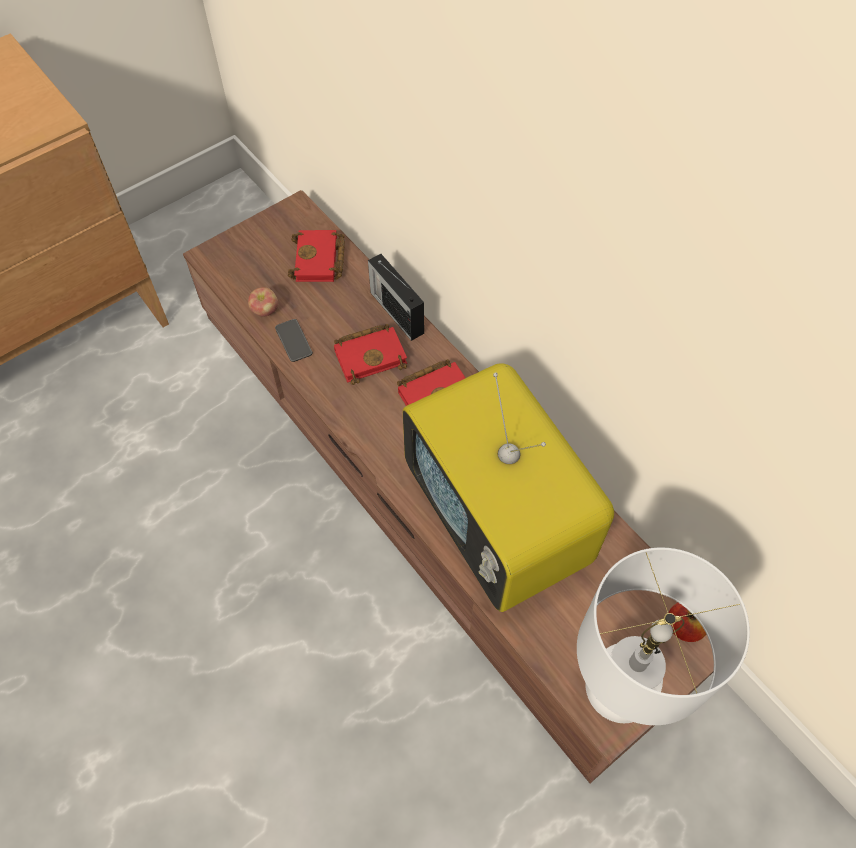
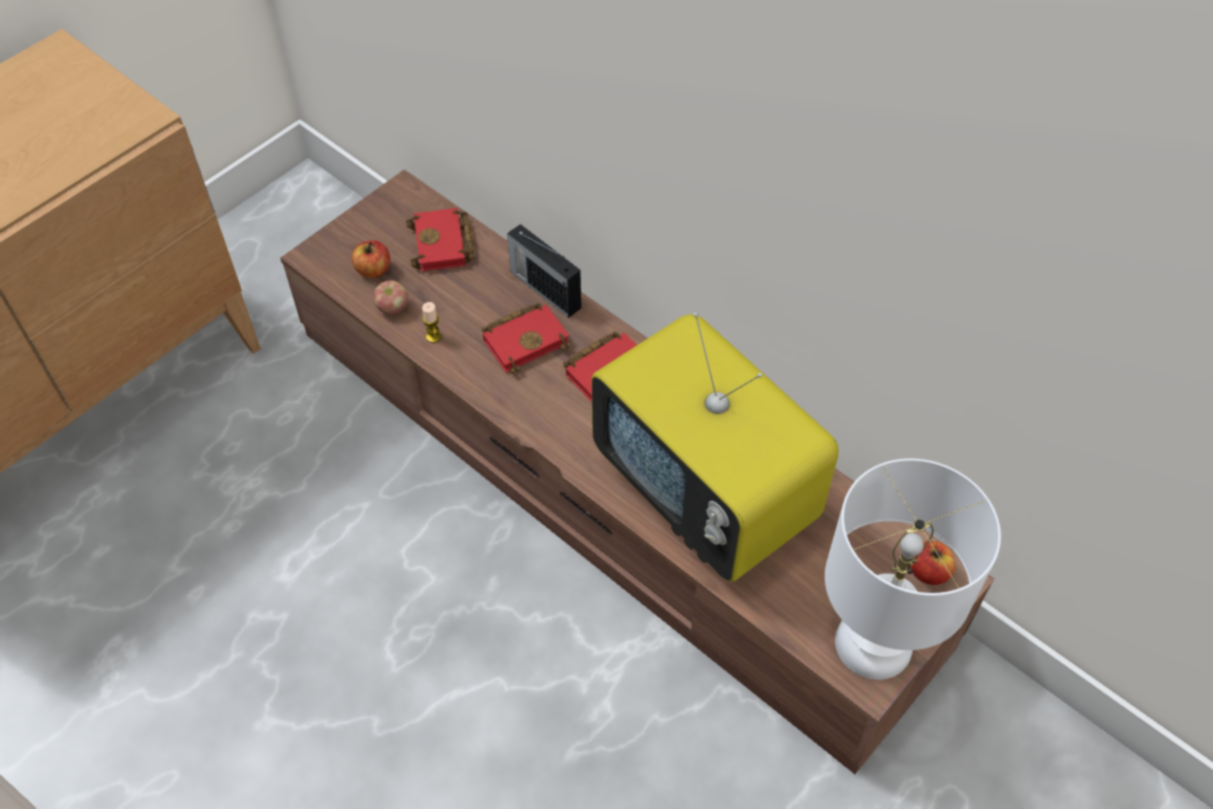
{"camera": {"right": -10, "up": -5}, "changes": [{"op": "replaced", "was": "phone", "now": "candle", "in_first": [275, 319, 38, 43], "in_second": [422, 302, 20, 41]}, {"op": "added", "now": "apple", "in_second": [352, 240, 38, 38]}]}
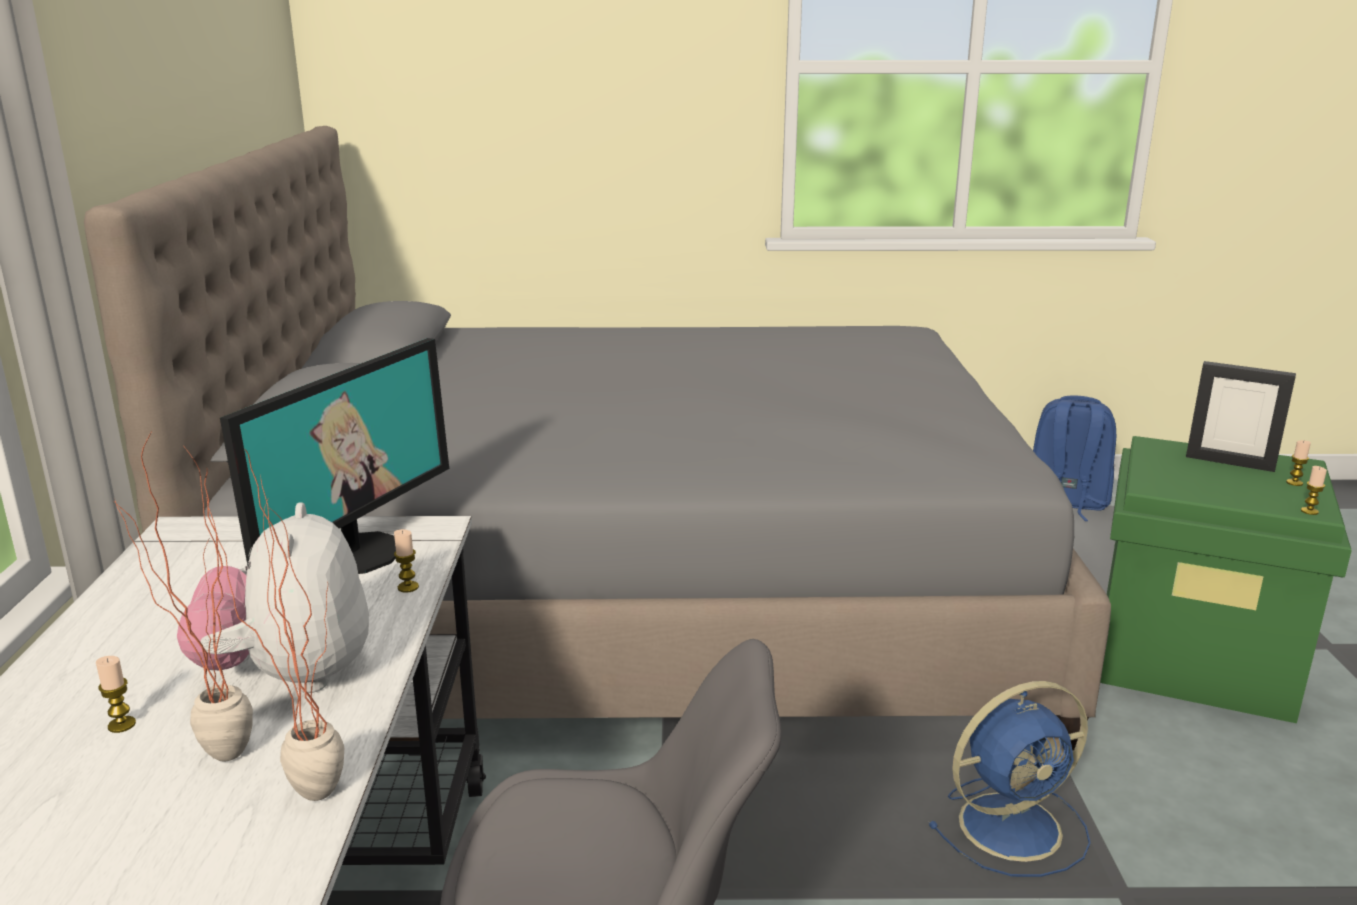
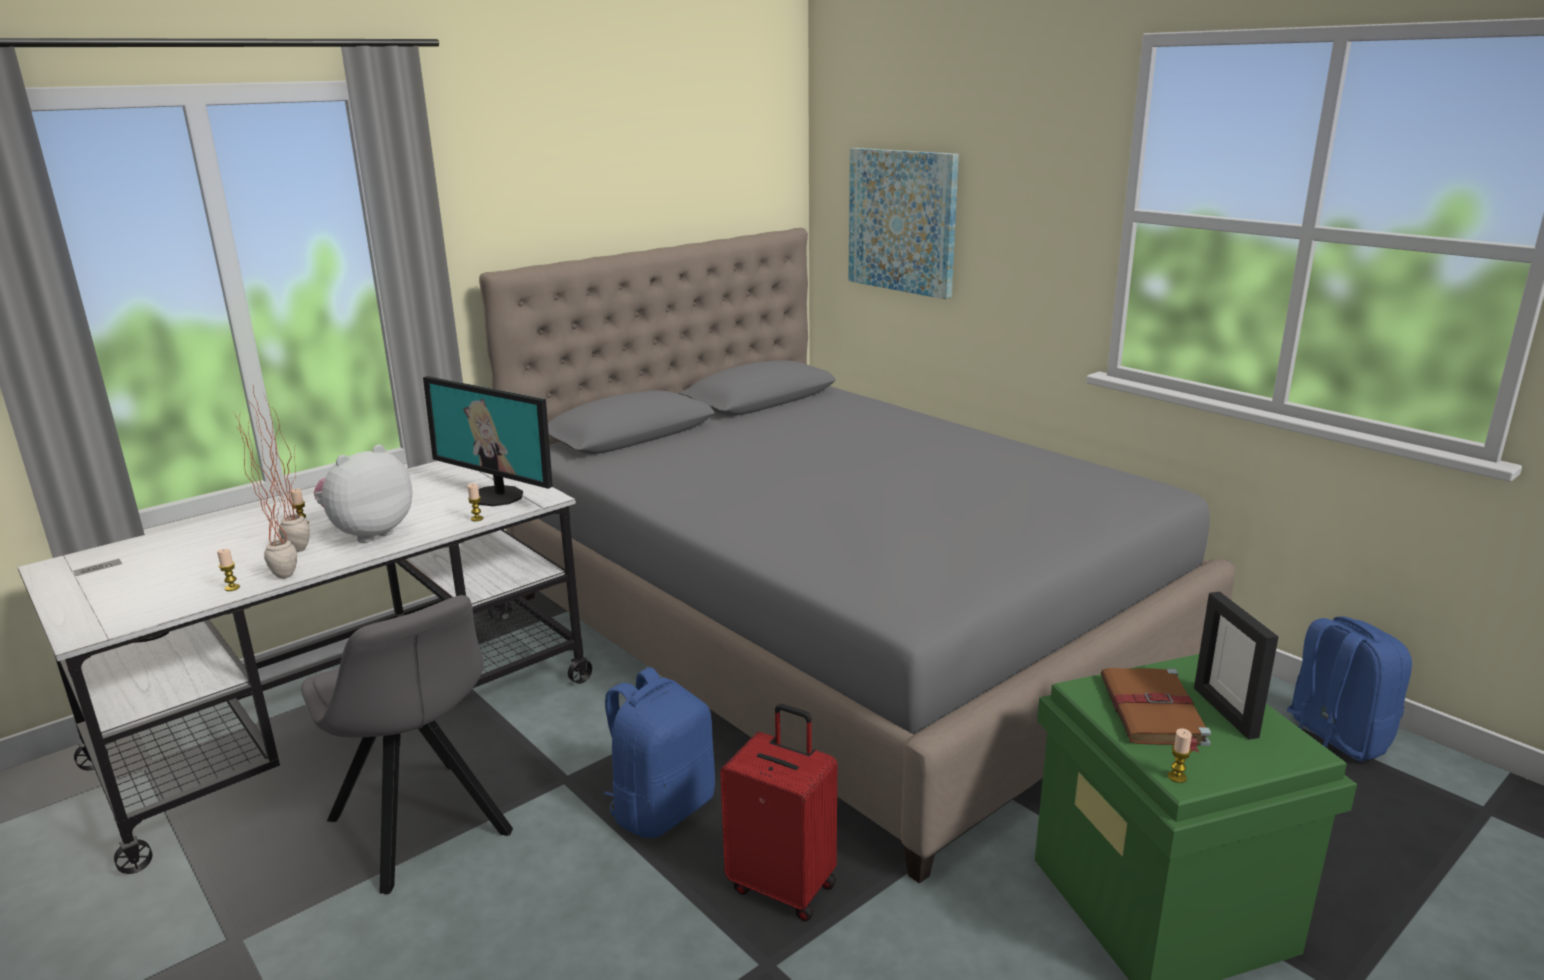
{"camera": {"right": 50, "up": 0}, "changes": [{"op": "turned", "was": "monitor", "in_first": [220, 338, 229, 236], "in_second": [423, 376, 130, 130], "clockwise": 45}, {"op": "moved", "was": "candle", "in_first": [1286, 440, 25, 46], "in_second": [217, 549, 23, 42]}, {"op": "replaced", "was": "blue fan", "now": "red suitcase", "in_first": [928, 681, 163, 196], "in_second": [720, 704, 117, 217]}, {"op": "added", "now": "picture", "in_second": [848, 148, 111, 152]}, {"op": "added", "now": "blue backpack", "in_second": [604, 667, 111, 171]}, {"op": "added", "now": "brown book", "in_second": [1101, 668, 110, 84]}]}
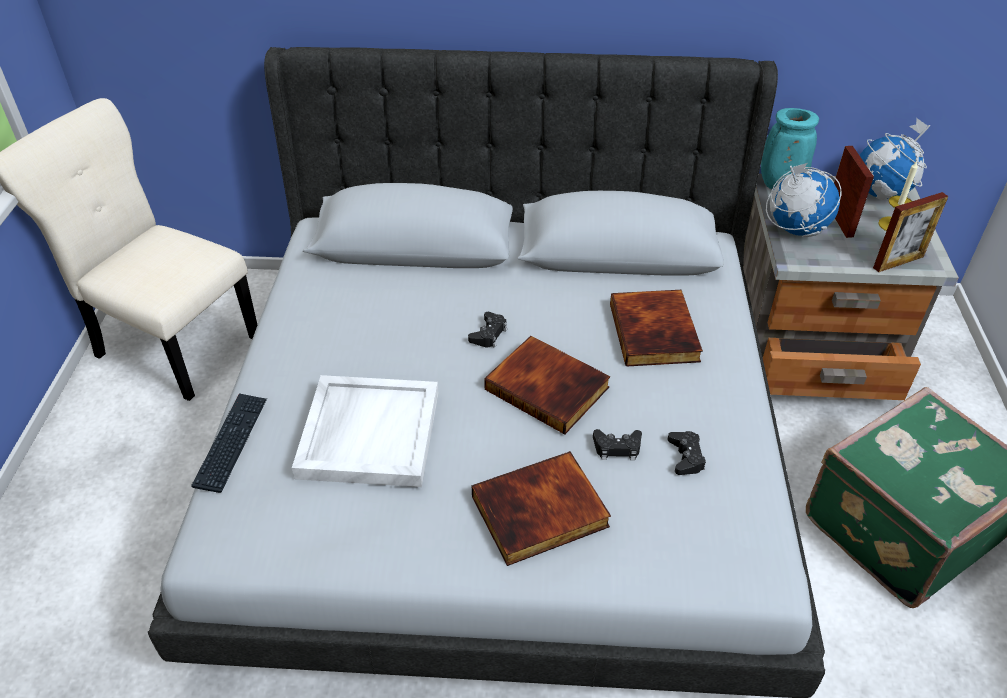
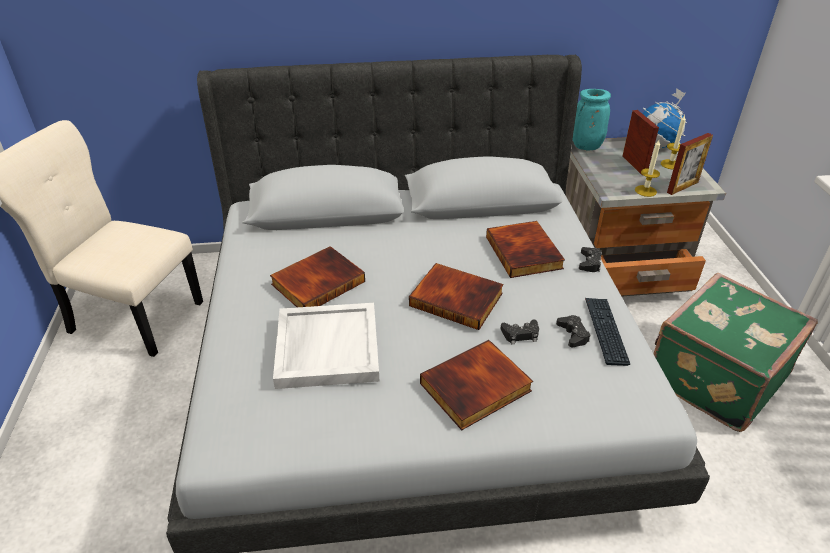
{"camera": {"right": -10, "up": -5}, "changes": [{"op": "removed", "was": "globe", "in_first": [766, 163, 76, 74]}, {"op": "moved", "was": "black game controller", "in_first": [468, 312, 39, 36], "in_second": [579, 247, 23, 25]}, {"op": "moved", "was": "keyboard", "in_first": [191, 393, 76, 100], "in_second": [585, 298, 45, 68]}, {"op": "added", "now": "candle", "in_second": [635, 140, 25, 57]}, {"op": "added", "now": "book", "in_second": [270, 246, 95, 61]}]}
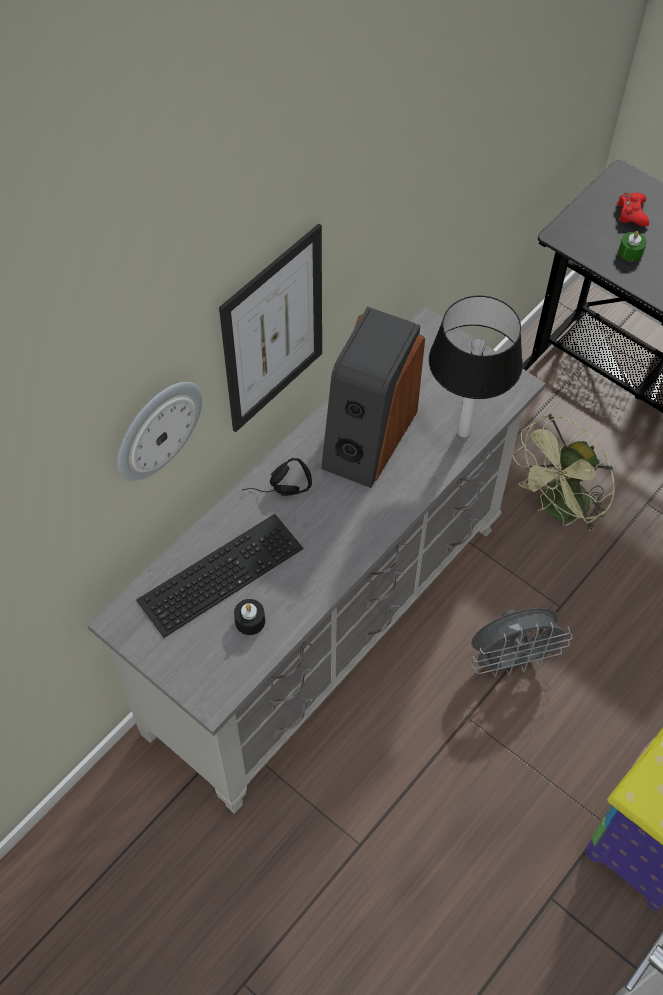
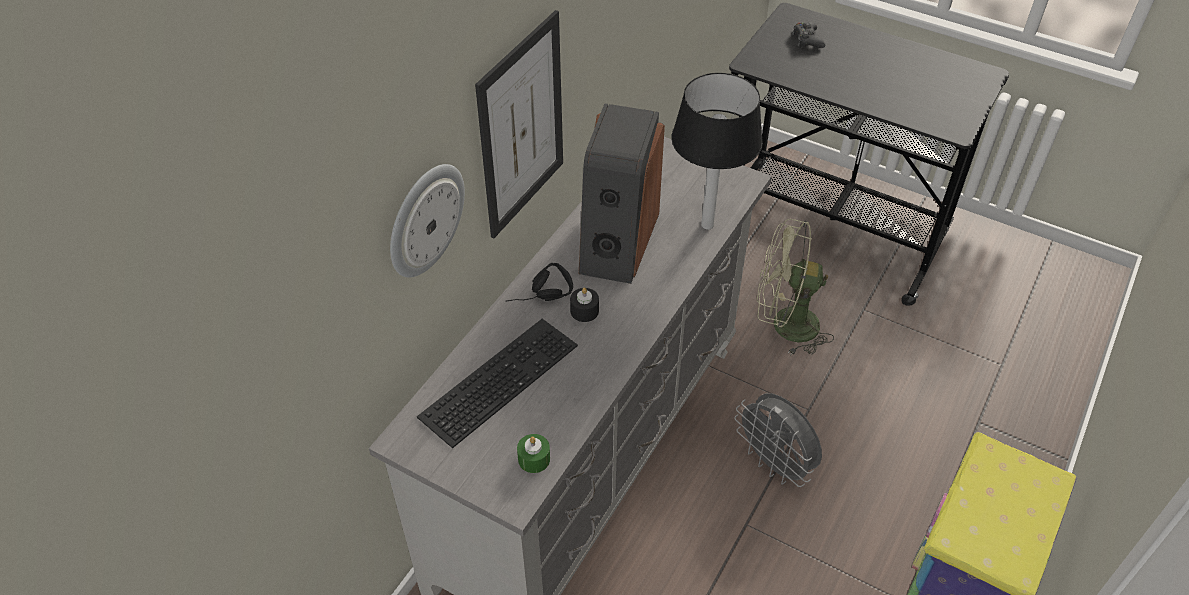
{"camera": {"right": -10, "up": -10}, "changes": [{"op": "recoloured", "was": "red game controller", "now": "black game controller", "in_first": [617, 193, 32, 33], "in_second": [792, 22, 33, 26]}, {"op": "moved", "was": "green candle", "in_first": [619, 231, 28, 30], "in_second": [517, 434, 33, 39]}, {"op": "turned", "was": "green fan", "in_first": [512, 414, 103, 118], "in_second": [757, 219, 77, 136], "clockwise": 60}, {"op": "moved", "was": "black candle", "in_first": [234, 599, 31, 36], "in_second": [570, 287, 29, 35]}, {"op": "turned", "was": "grey fan", "in_first": [471, 608, 102, 69], "in_second": [734, 393, 88, 94], "clockwise": 75}]}
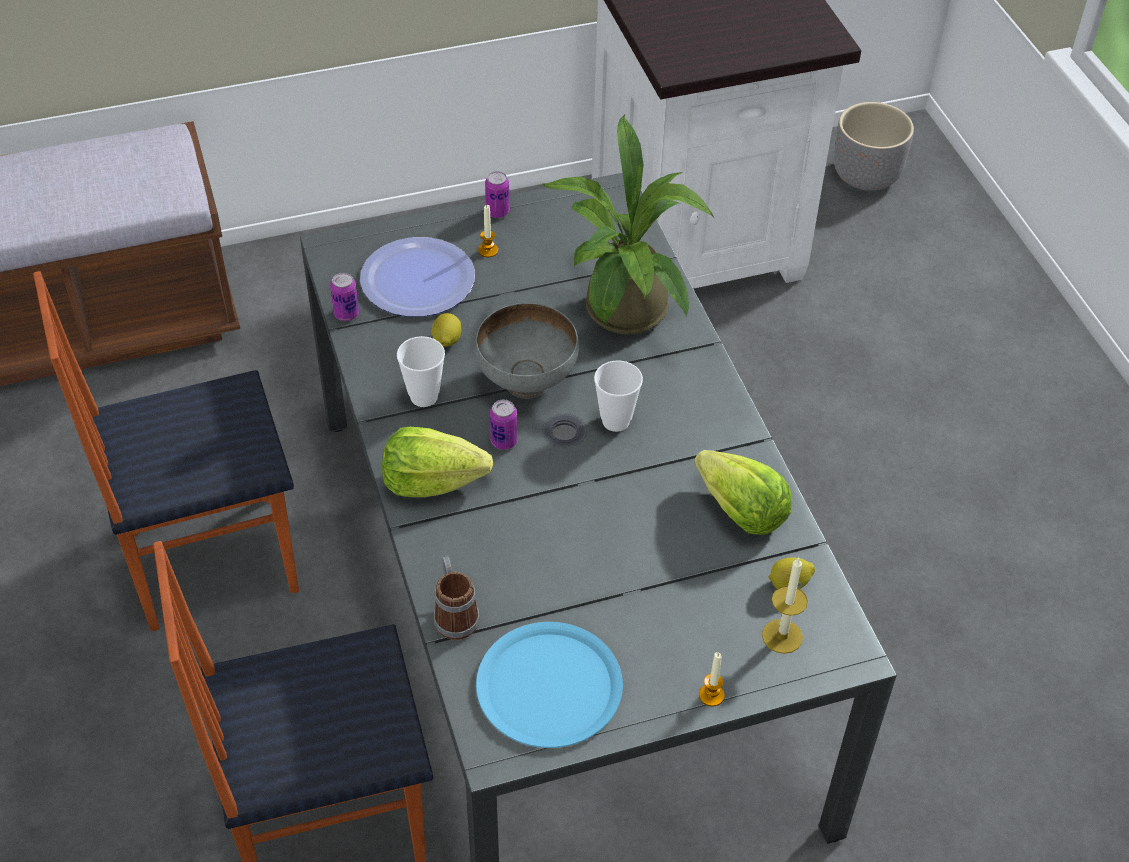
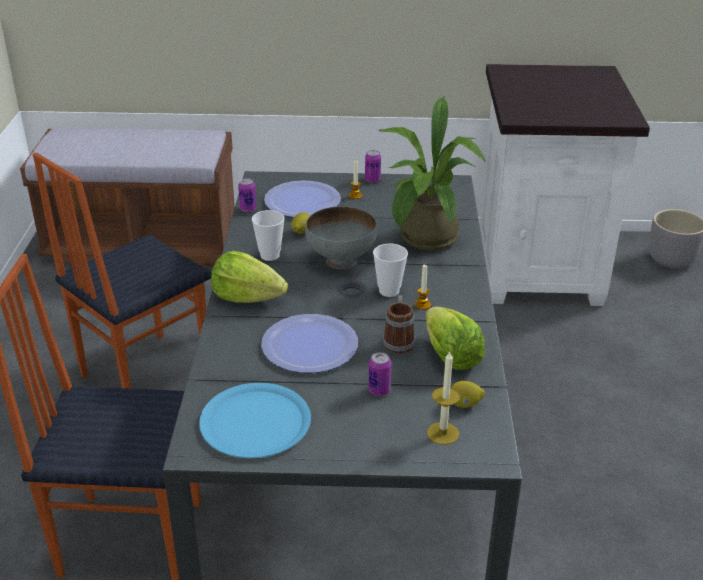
{"camera": {"right": 20, "up": -15}, "changes": [{"op": "turned", "was": "chair", "in_first": [33, 271, 266, 361], "in_second": [33, 152, 179, 236], "clockwise": -45}, {"op": "moved", "was": "can", "in_first": [490, 400, 27, 50], "in_second": [368, 352, 23, 44]}, {"op": "moved", "was": "mug", "in_first": [434, 556, 46, 84], "in_second": [383, 295, 32, 59]}, {"op": "moved", "was": "candle", "in_first": [699, 652, 26, 55], "in_second": [415, 264, 16, 46]}, {"op": "added", "now": "plate", "in_second": [261, 314, 97, 59]}]}
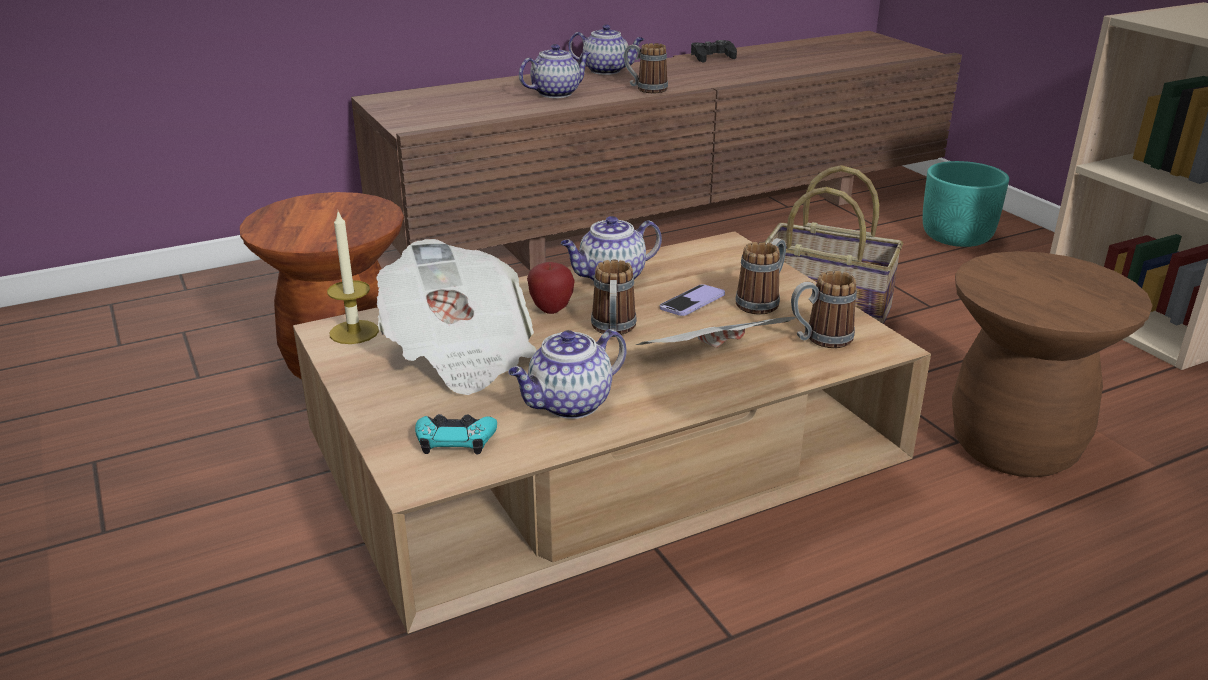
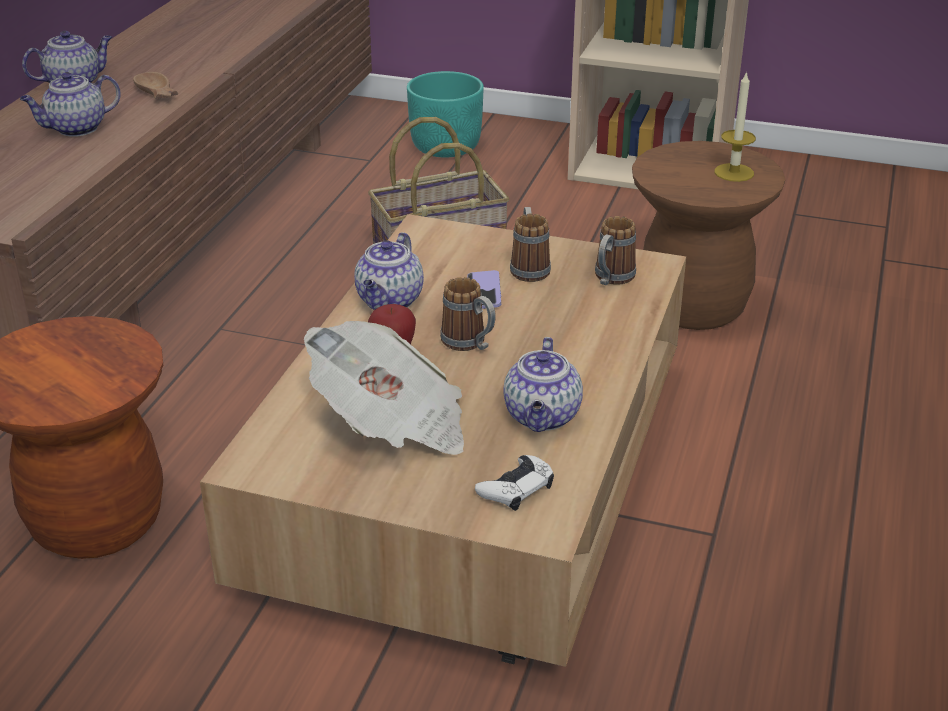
{"camera": {"right": -45, "up": 5}, "changes": [{"op": "removed", "was": "black game controller", "in_first": [691, 40, 46, 22]}, {"op": "replaced", "was": "mug", "now": "brown bowl", "in_first": [624, 43, 44, 50], "in_second": [133, 72, 45, 27]}, {"op": "turned", "was": "teapot", "in_first": [519, 44, 71, 54], "in_second": [20, 72, 101, 65], "clockwise": -135}, {"op": "moved", "was": "candle", "in_first": [327, 212, 52, 132], "in_second": [714, 71, 42, 111]}, {"op": "removed", "was": "newspaper", "in_first": [636, 317, 161, 31]}, {"op": "recoloured", "was": "turquoise game controller", "now": "white game controller", "in_first": [415, 414, 82, 40], "in_second": [475, 455, 79, 56]}]}
